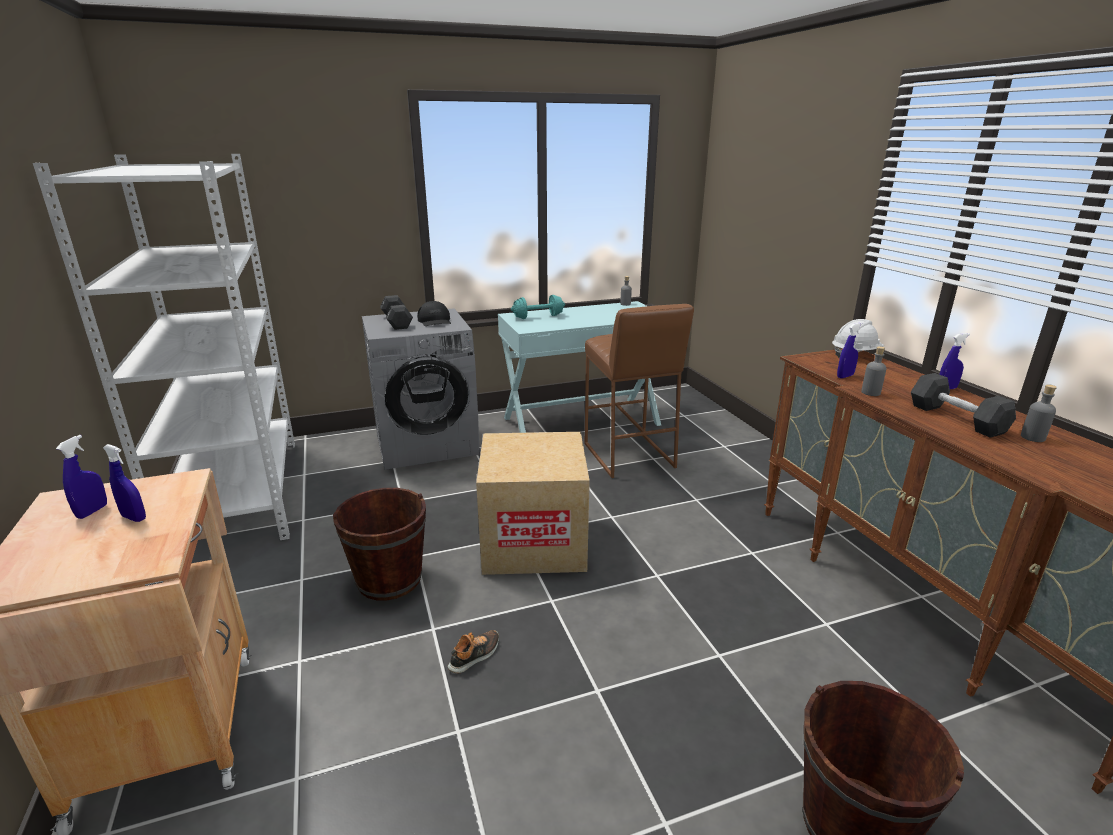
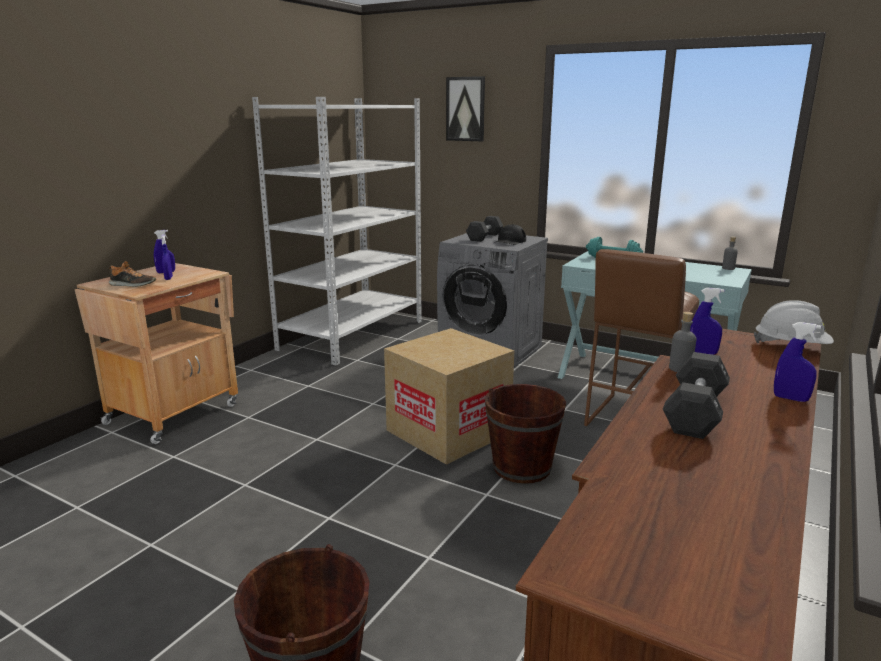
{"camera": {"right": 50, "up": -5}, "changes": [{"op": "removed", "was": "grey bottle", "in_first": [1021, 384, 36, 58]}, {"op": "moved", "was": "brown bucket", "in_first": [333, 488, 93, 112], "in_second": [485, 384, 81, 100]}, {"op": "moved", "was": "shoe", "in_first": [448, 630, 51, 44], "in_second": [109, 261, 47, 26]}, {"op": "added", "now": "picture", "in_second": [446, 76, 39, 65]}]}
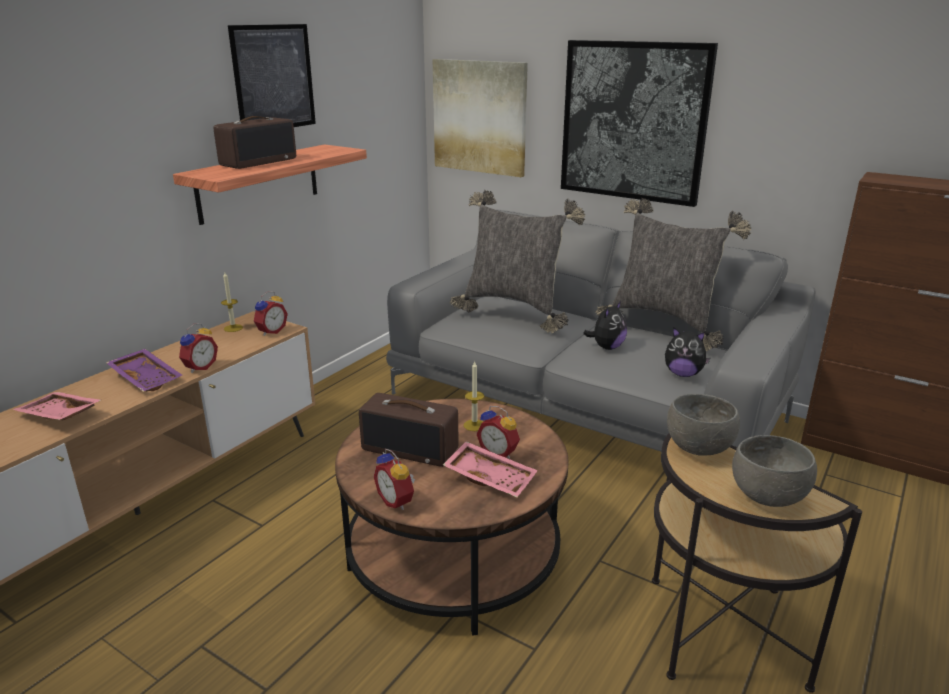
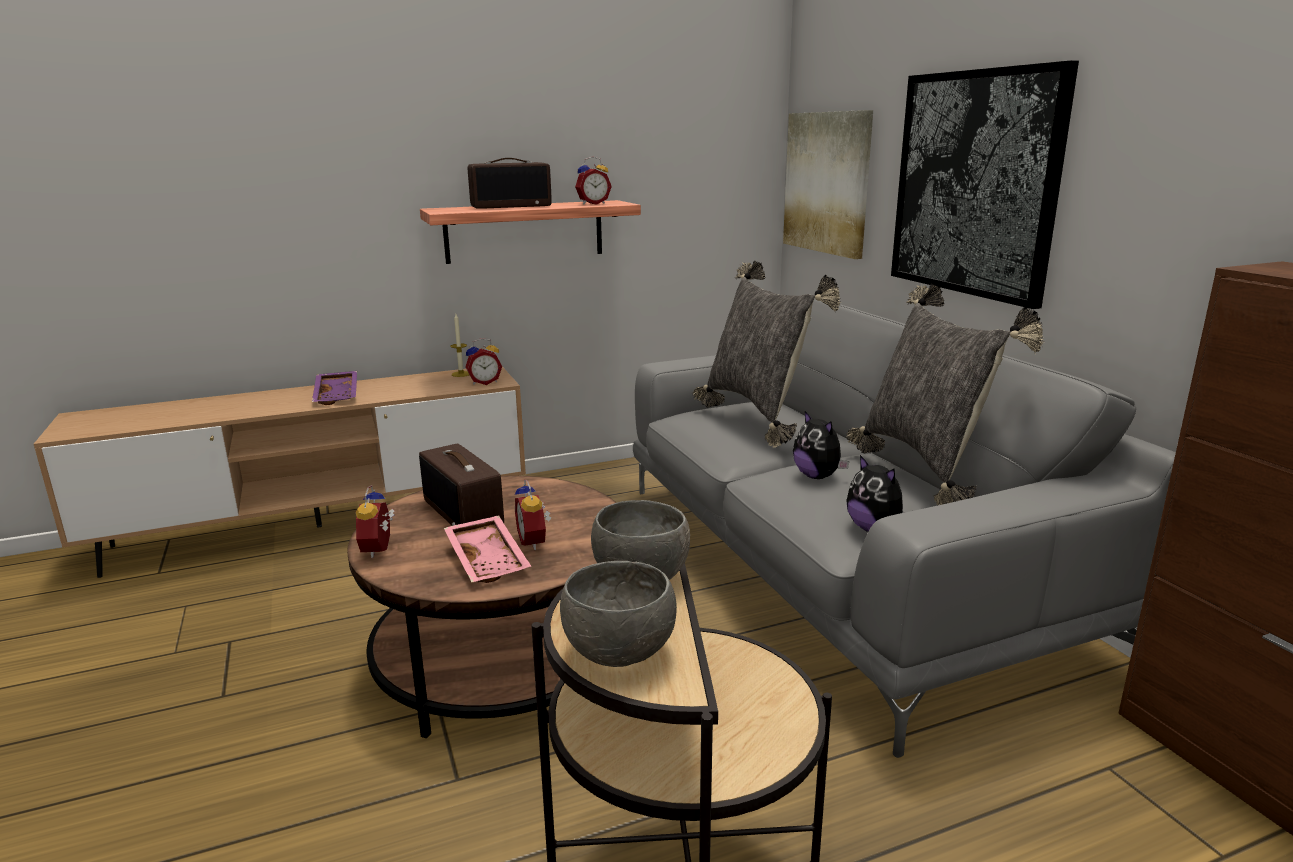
{"camera": {"right": 35, "up": -5}, "changes": [{"op": "removed", "was": "picture", "in_first": [228, 24, 88, 103]}, {"op": "turned", "was": "plush toy", "in_first": [583, 301, 44, 49], "in_second": [793, 411, 56, 68], "clockwise": 75}, {"op": "moved", "was": "alarm clock", "in_first": [179, 323, 39, 50], "in_second": [575, 156, 37, 49]}, {"op": "removed", "was": "candle", "in_first": [463, 362, 21, 69]}, {"op": "removed", "was": "pink tray", "in_first": [13, 392, 88, 28]}]}
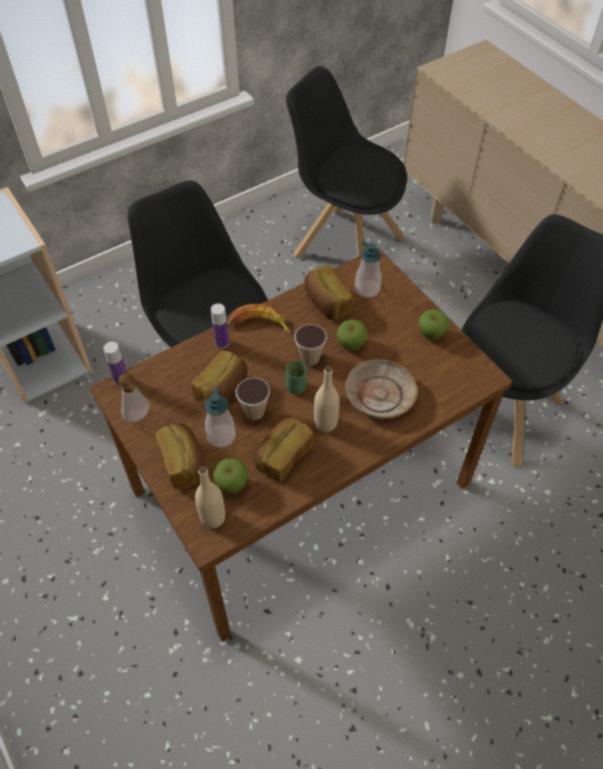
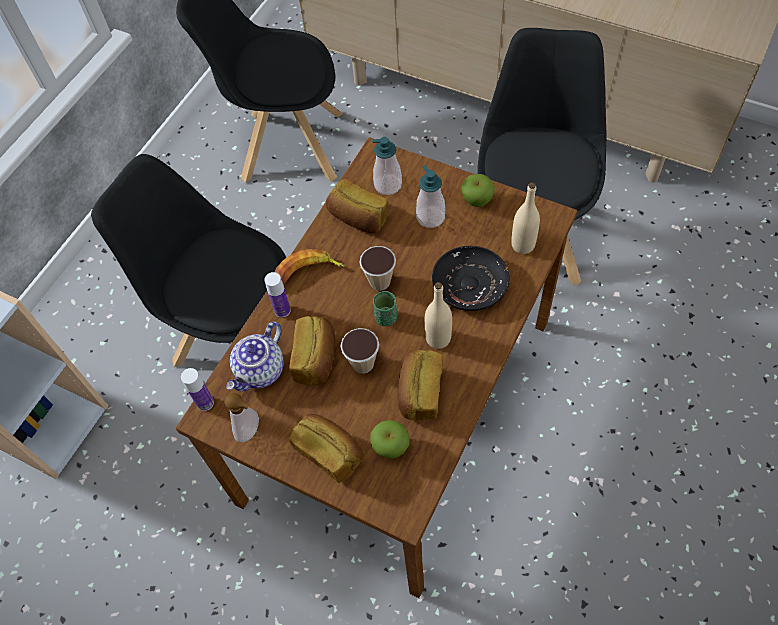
{"camera": {"right": -25, "up": 5}, "changes": [{"op": "removed", "was": "apple", "in_first": [337, 320, 31, 30]}, {"op": "recoloured", "was": "beige plate", "now": "black plate", "in_first": [345, 360, 72, 59], "in_second": [432, 246, 78, 65]}, {"op": "moved", "was": "soap dispenser", "in_first": [205, 387, 31, 61], "in_second": [416, 165, 29, 63]}, {"op": "moved", "was": "beige bottle", "in_first": [195, 466, 30, 63], "in_second": [511, 182, 29, 72]}, {"op": "added", "now": "teapot", "in_second": [226, 321, 58, 71]}]}
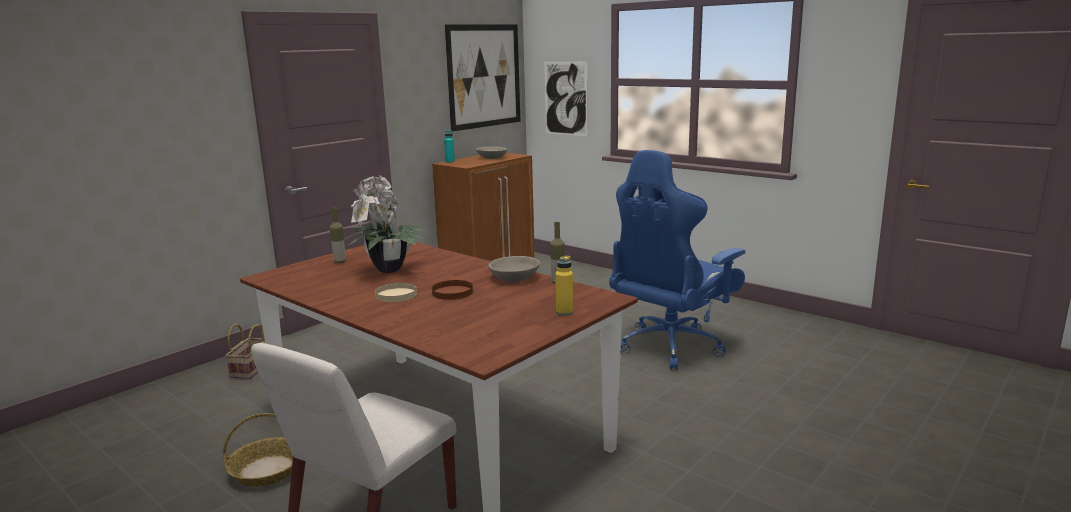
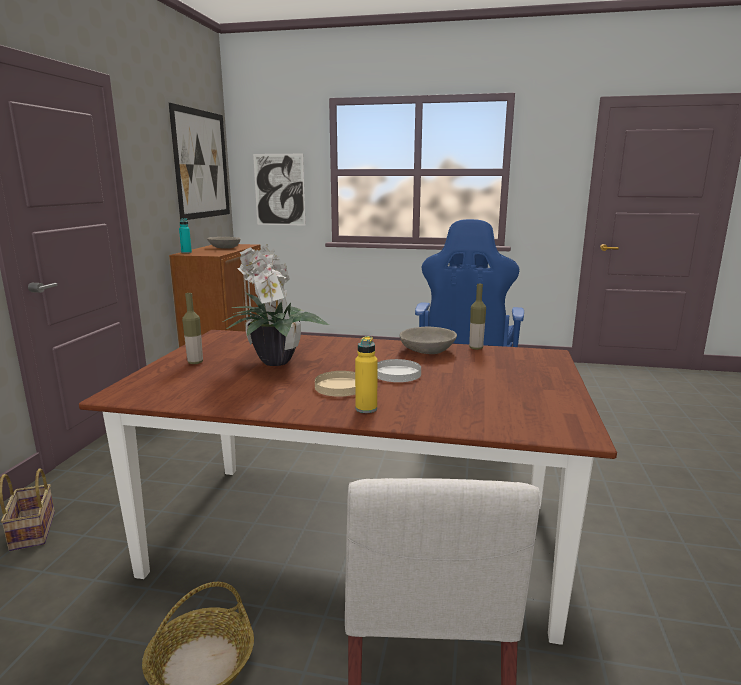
{"camera": {"right": -30, "up": 0}, "changes": [{"op": "moved", "was": "yellow bottle", "in_first": [555, 255, 18, 61], "in_second": [355, 336, 22, 77]}, {"op": "recoloured", "was": "brown plate", "now": "white plate", "in_first": [432, 280, 41, 20], "in_second": [377, 359, 44, 23]}]}
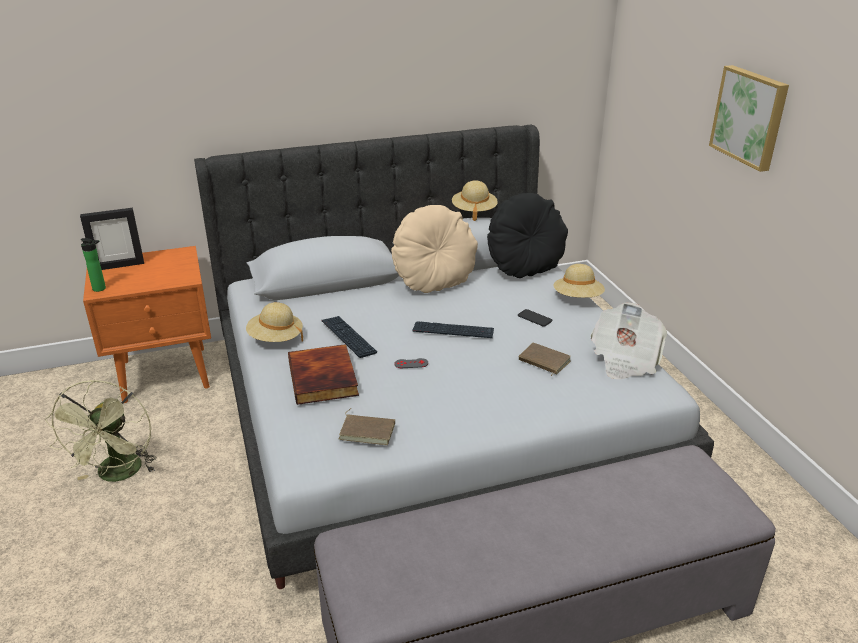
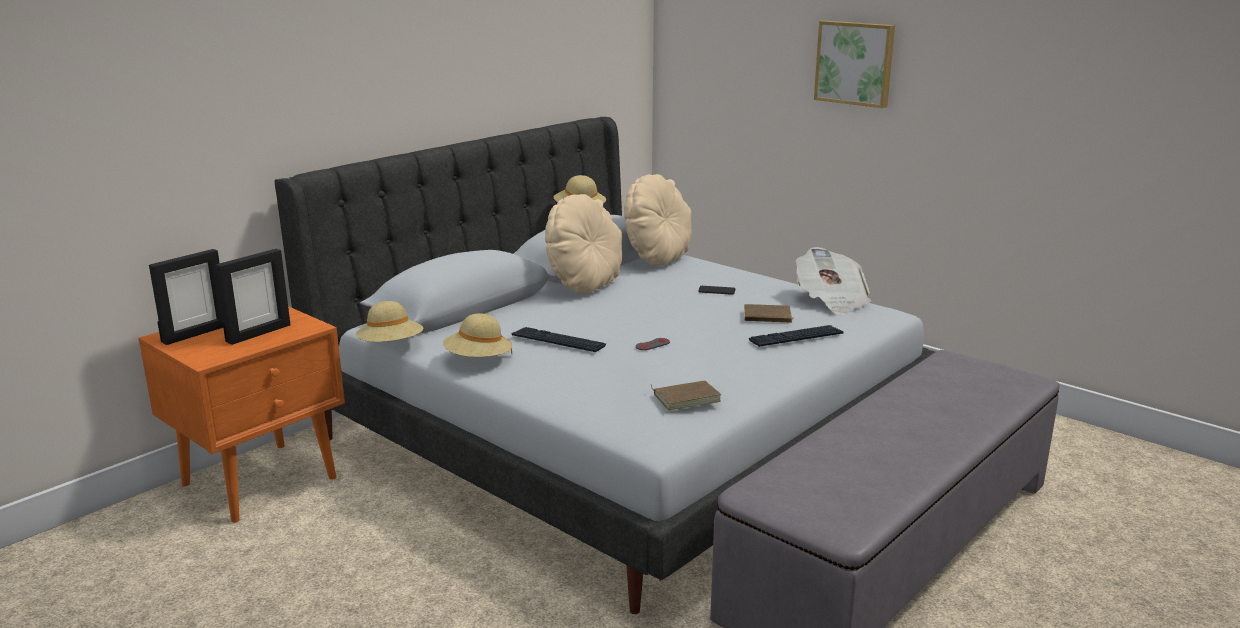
{"camera": {"right": -30, "up": -10}, "changes": [{"op": "recoloured", "was": "black pillow", "now": "beige pillow", "in_first": [487, 193, 81, 85], "in_second": [624, 174, 68, 92]}, {"op": "removed", "was": "bottle", "in_first": [81, 238, 25, 54]}, {"op": "moved", "was": "beige hat", "in_first": [554, 264, 51, 34], "in_second": [356, 301, 67, 41]}, {"op": "moved", "was": "keyboard", "in_first": [412, 321, 82, 17], "in_second": [749, 325, 94, 22]}, {"op": "removed", "was": "book", "in_first": [288, 344, 71, 61]}, {"op": "removed", "was": "green fan", "in_first": [45, 380, 112, 102]}, {"op": "added", "now": "picture frame", "in_second": [216, 249, 75, 96]}]}
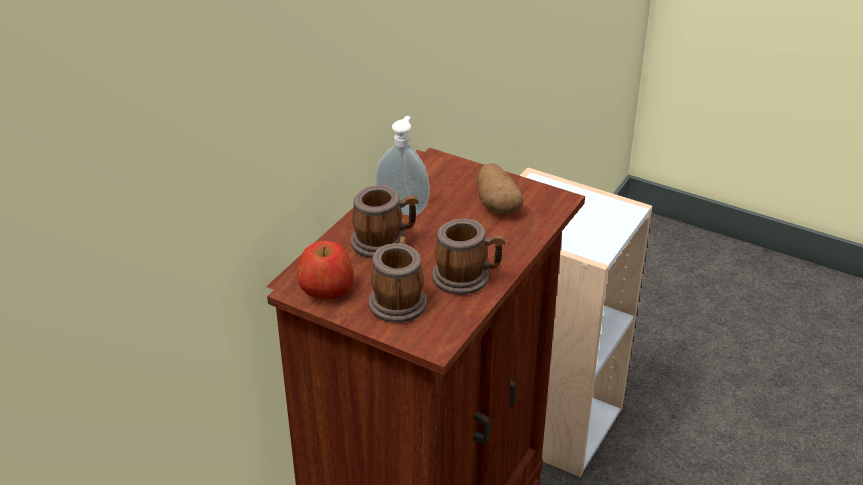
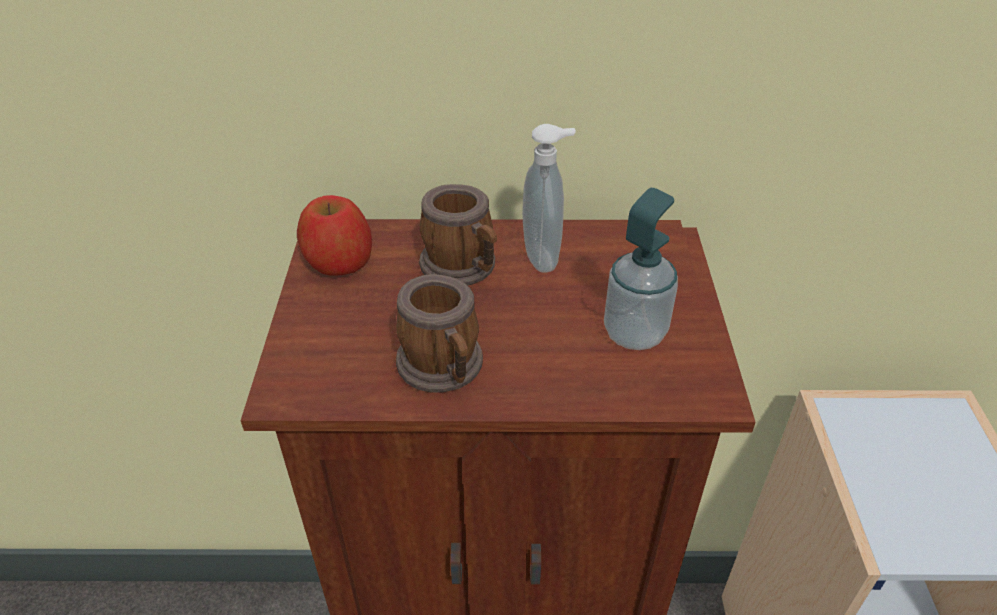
{"camera": {"right": 60, "up": 5}, "changes": [{"op": "replaced", "was": "potato", "now": "soap dispenser", "in_first": [477, 163, 47, 51], "in_second": [604, 188, 74, 162]}, {"op": "removed", "was": "mug", "in_first": [369, 237, 58, 86]}]}
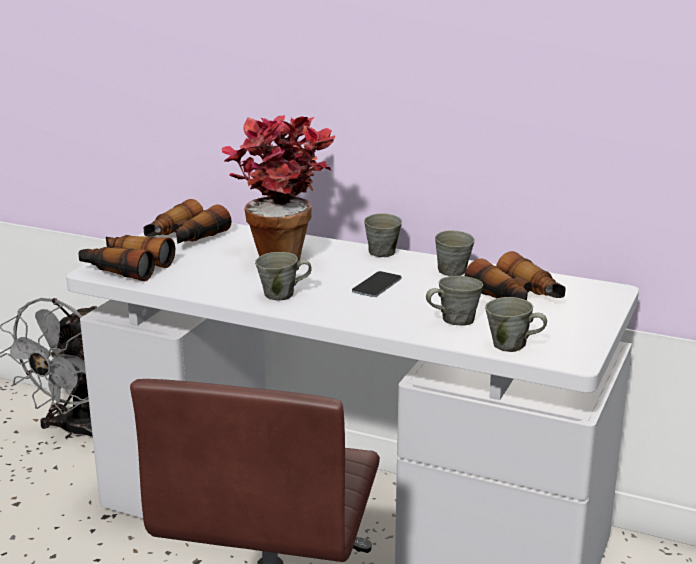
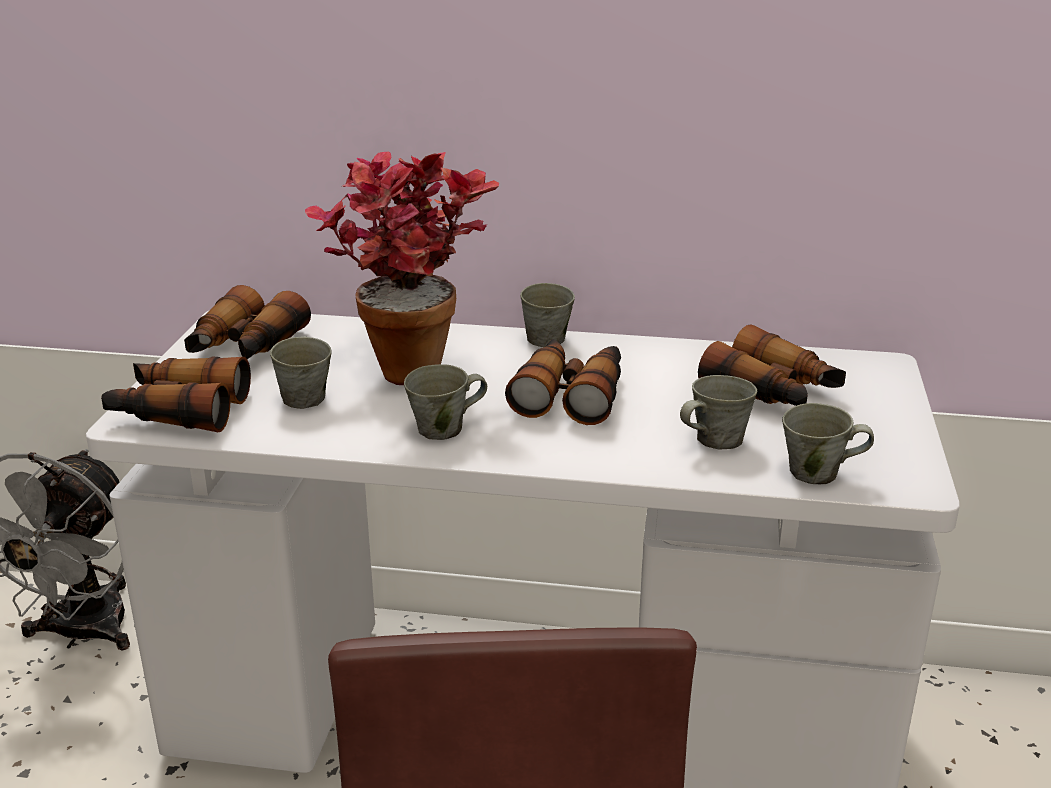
{"camera": {"right": -15, "up": 5}, "changes": [{"op": "moved", "was": "grey mug", "in_first": [435, 230, 40, 46], "in_second": [270, 336, 62, 73]}, {"op": "replaced", "was": "phone", "now": "binoculars", "in_first": [352, 271, 49, 26], "in_second": [505, 339, 116, 86]}]}
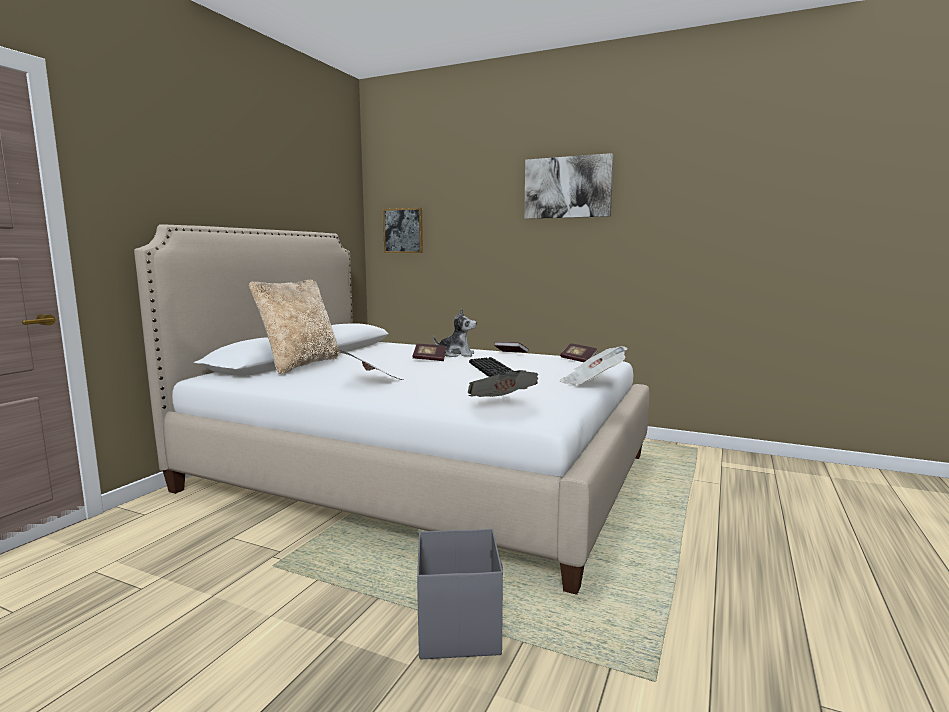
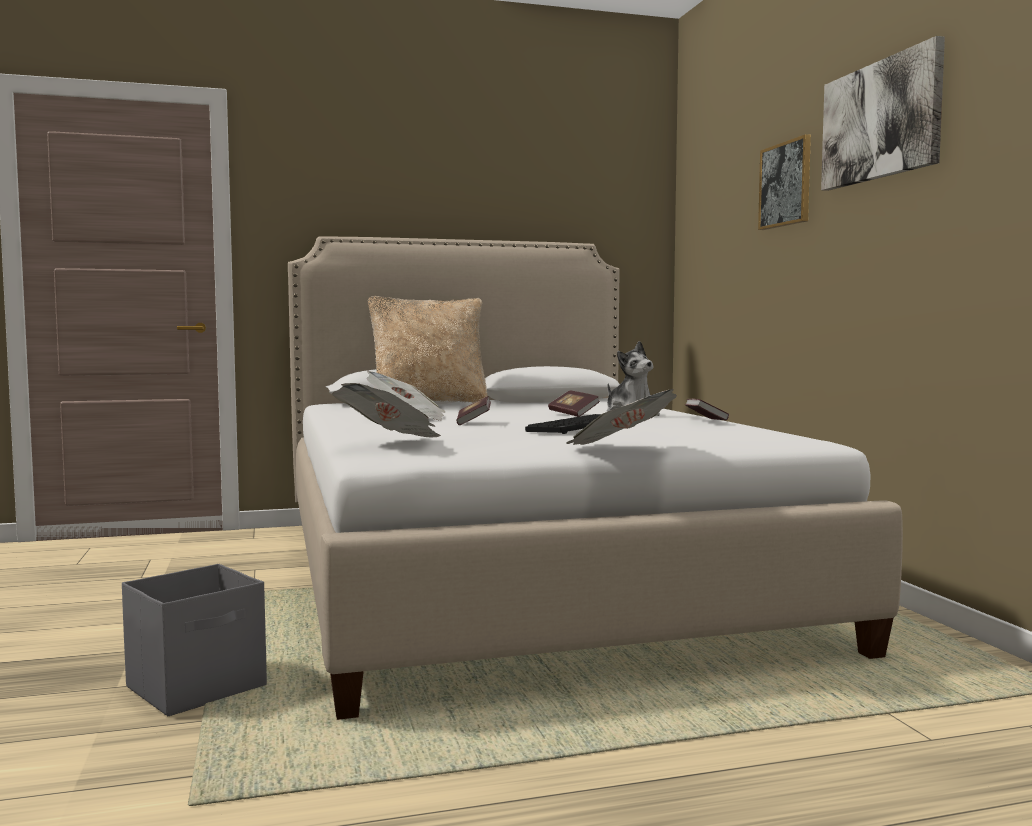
{"camera": {"right": 50, "up": -5}, "changes": [{"op": "moved", "was": "picture", "in_first": [383, 208, 40, 45], "in_second": [758, 134, 53, 96]}, {"op": "moved", "was": "book", "in_first": [560, 343, 38, 19], "in_second": [456, 396, 35, 29]}]}
